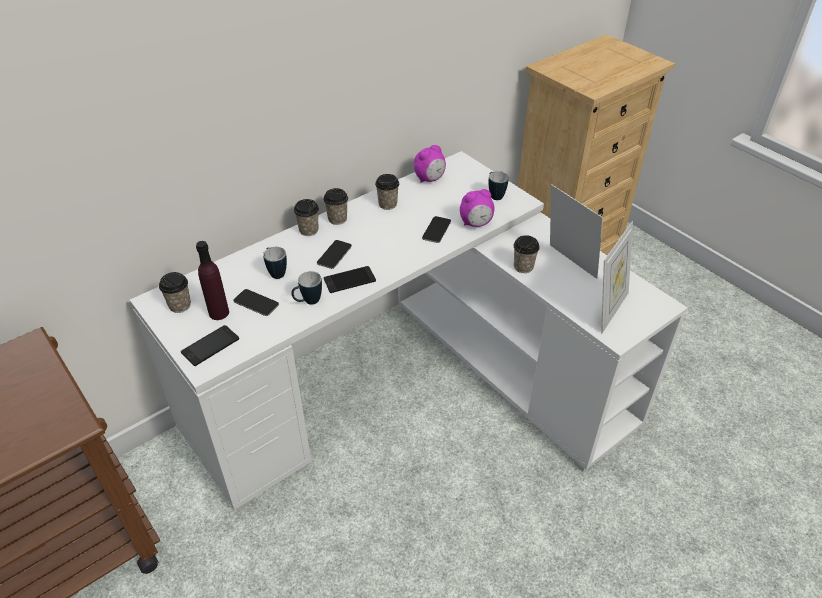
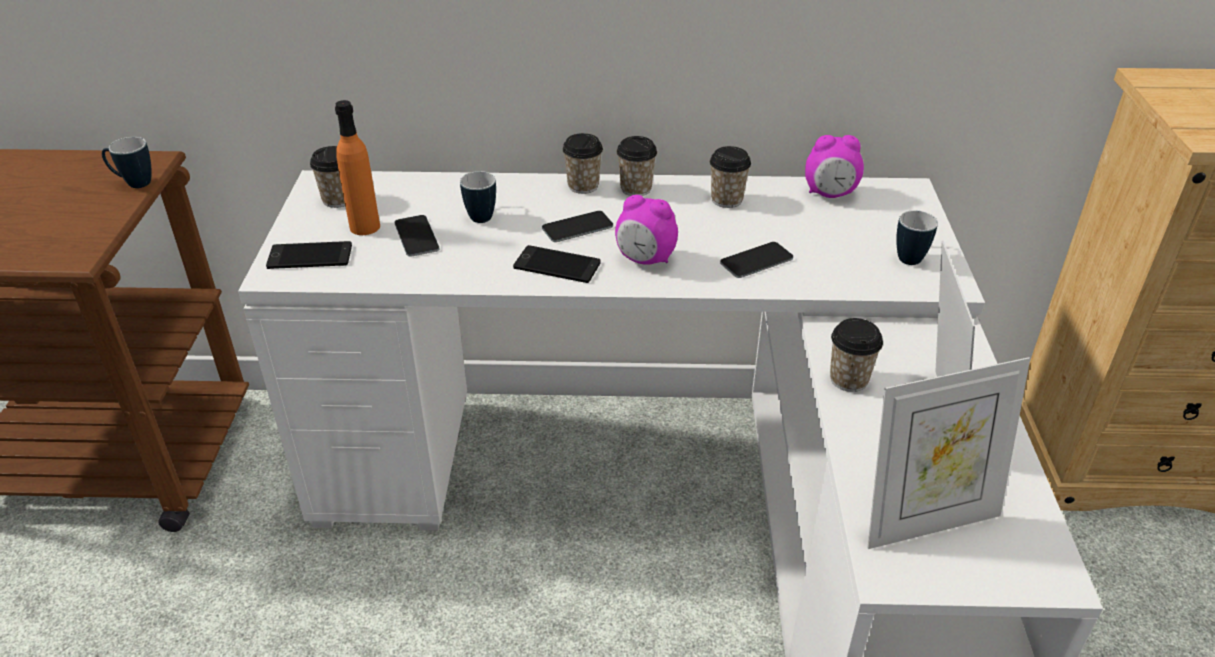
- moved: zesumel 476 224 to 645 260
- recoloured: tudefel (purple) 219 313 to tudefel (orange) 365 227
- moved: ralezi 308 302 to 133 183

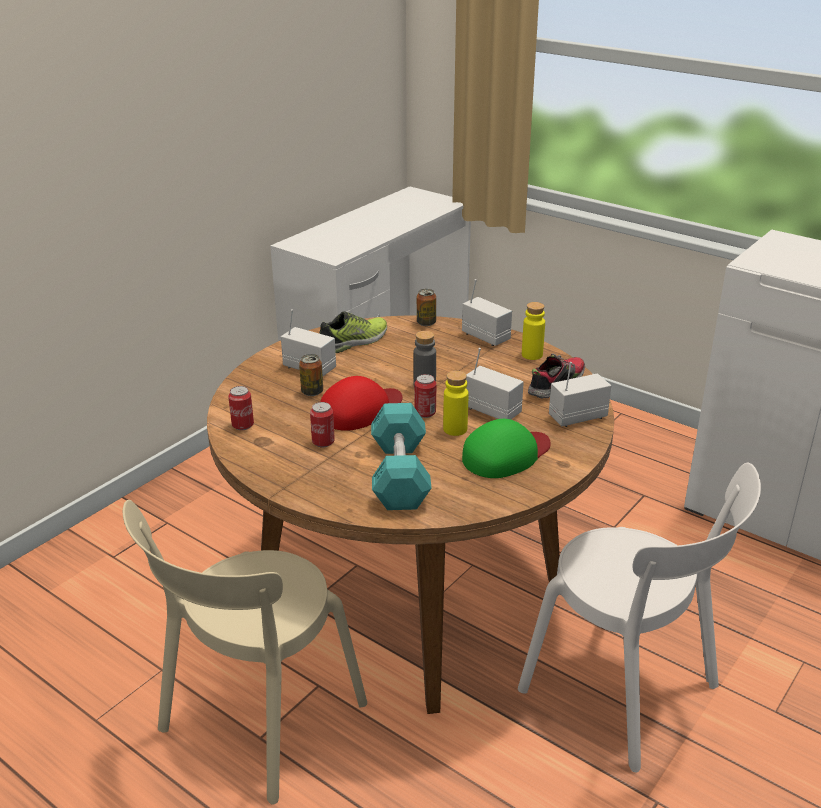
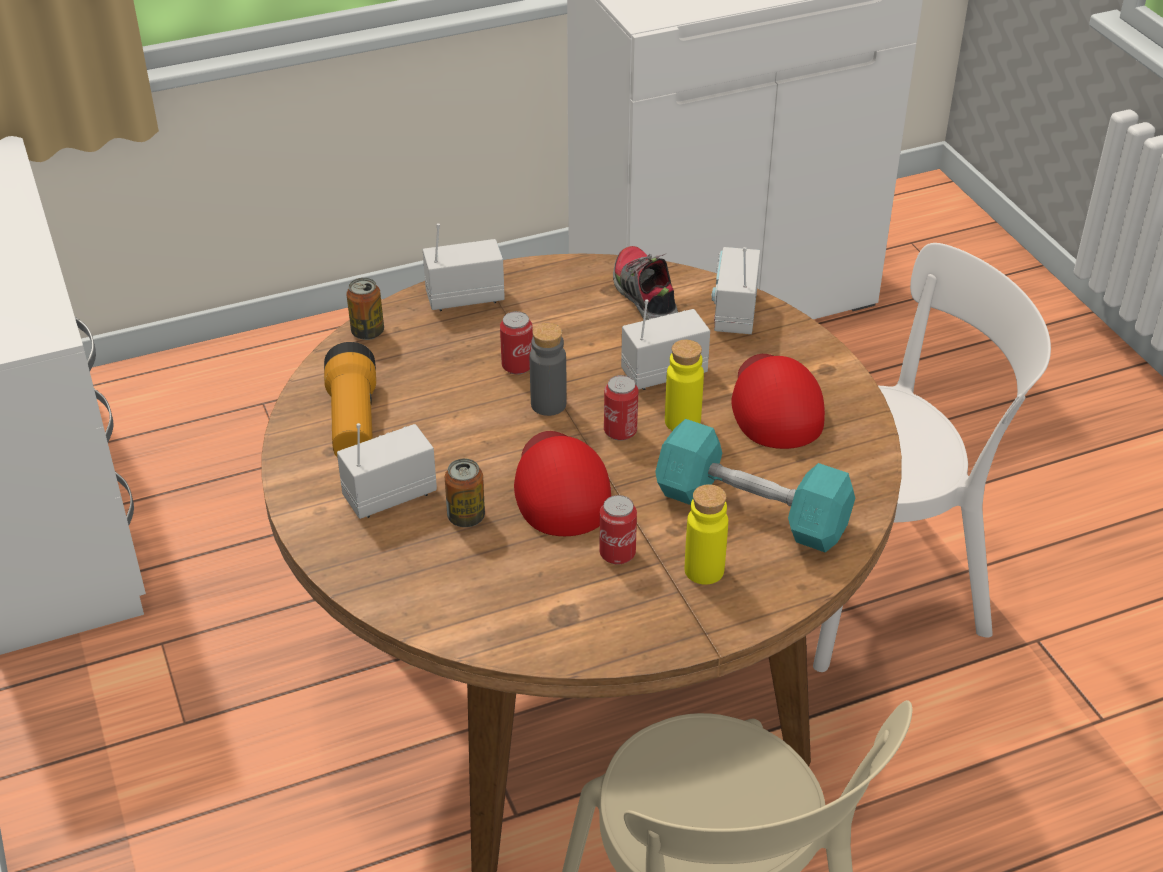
- moved: tudefel (yellow) 532 355 to 704 570
- replaced: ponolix 354 342 to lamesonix 353 422
- moved: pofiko 243 425 to 517 366
- recoloured: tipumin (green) 506 455 to tipumin (red) 775 404

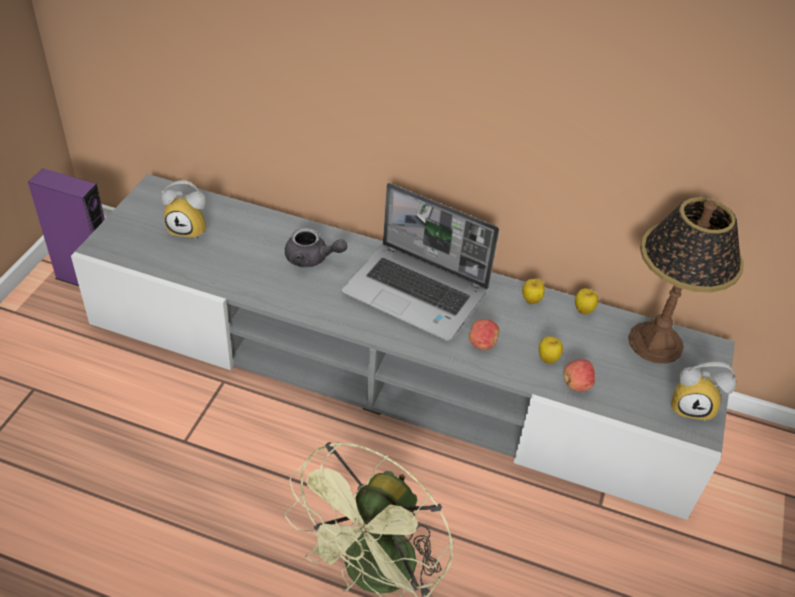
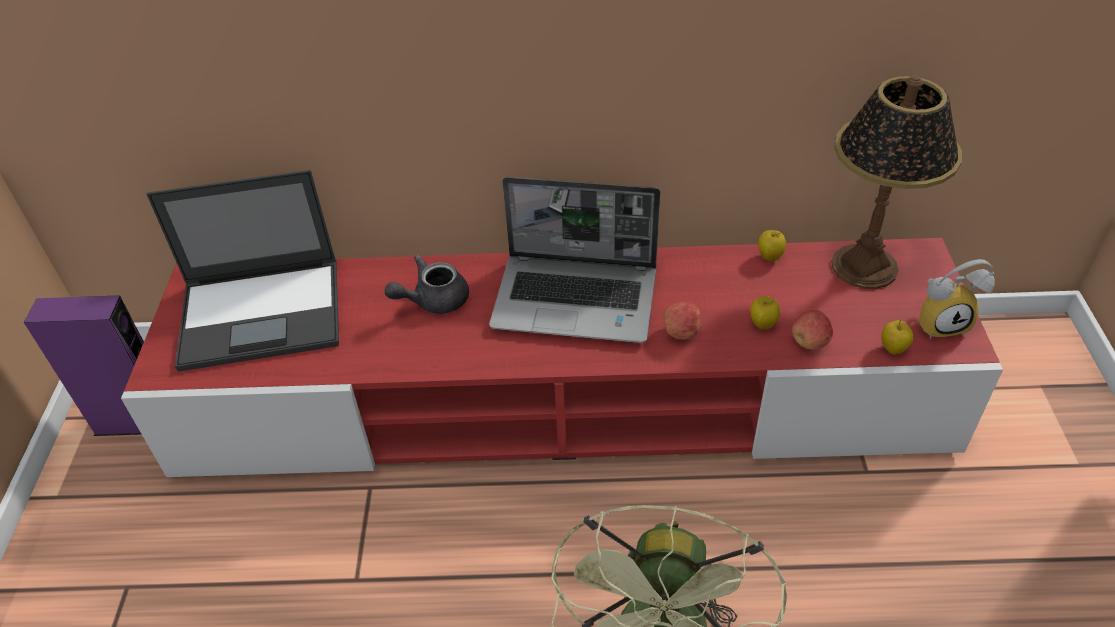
- recoloured: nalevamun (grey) 393 368 to nalevamun (red) 563 400
- replaced: zesumel 190 229 to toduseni 264 313
- turned: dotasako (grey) 312 259 = 433 300 150 degrees clockwise
- moved: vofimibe 531 300 to 892 349

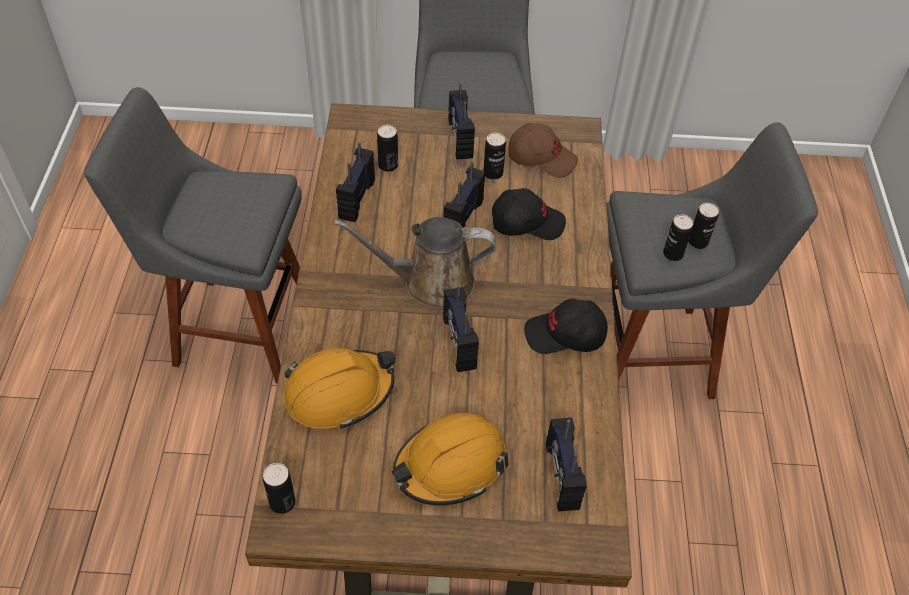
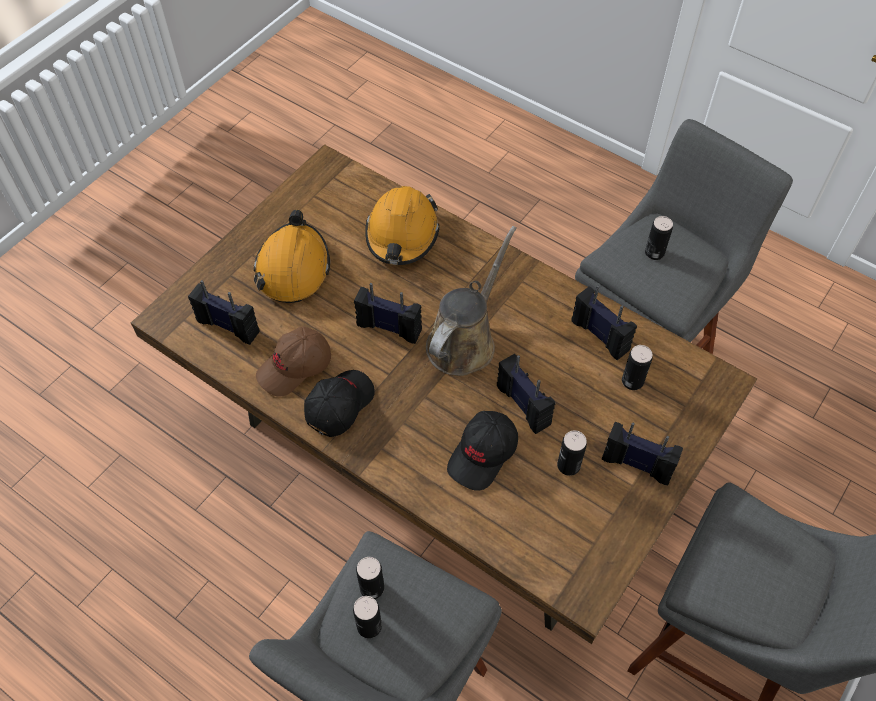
- moved: tipumin (brown) 541 158 to 295 367
- moved: pofiko 282 502 to 654 253

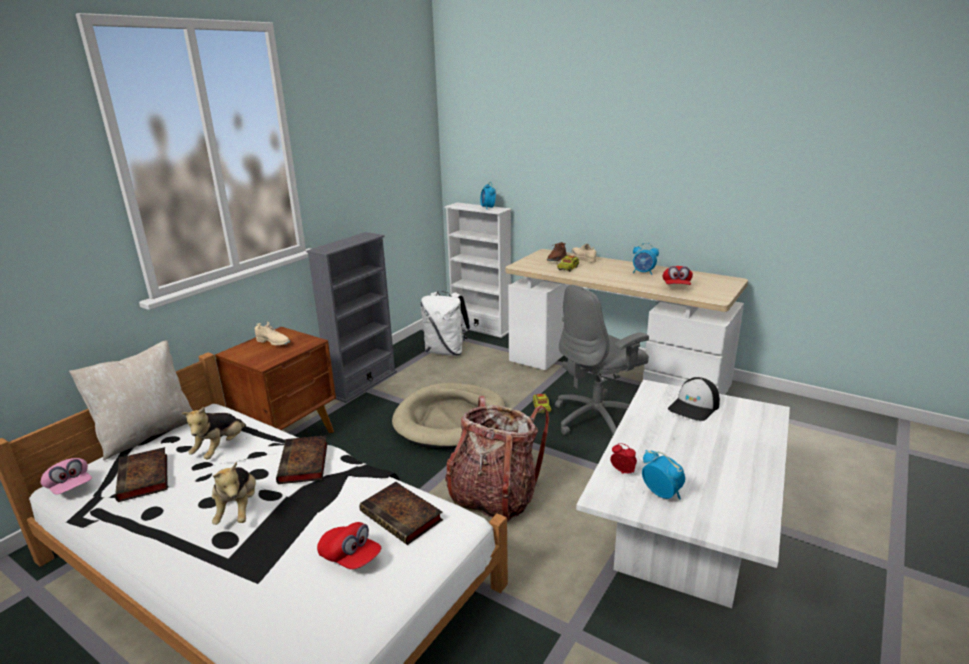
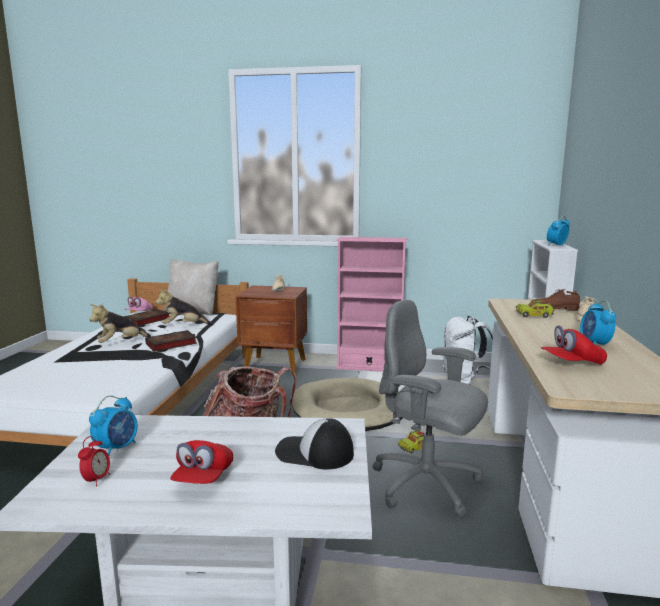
- recoloured: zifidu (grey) 363 384 to zifidu (pink) 369 367
- moved: zesumel 623 472 to 96 480
- removed: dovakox 403 517
- moved: tipumin (red) 350 557 to 203 478

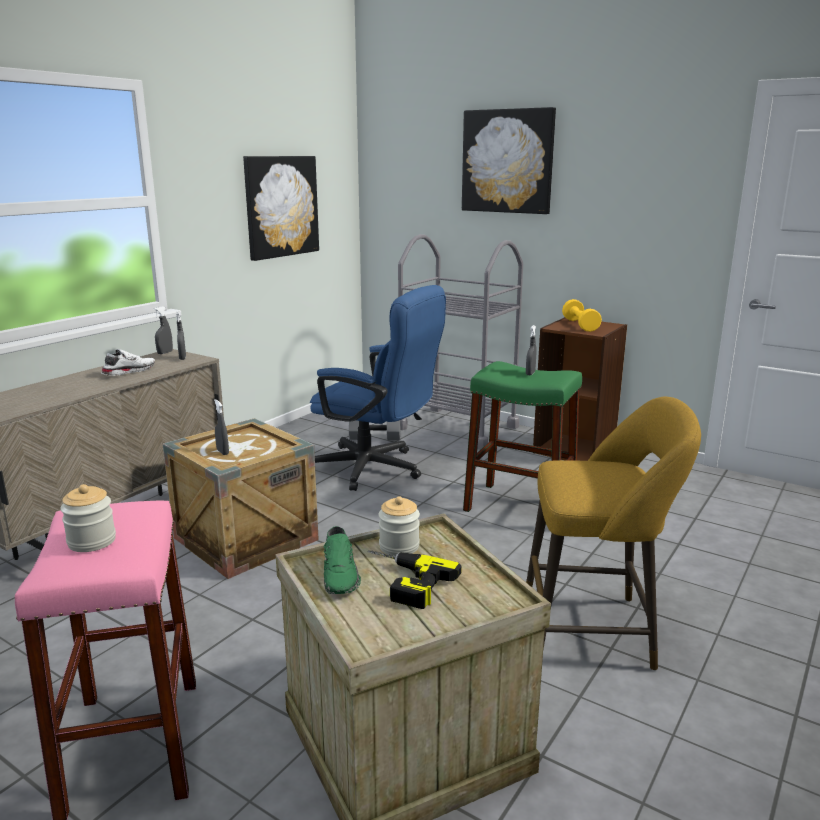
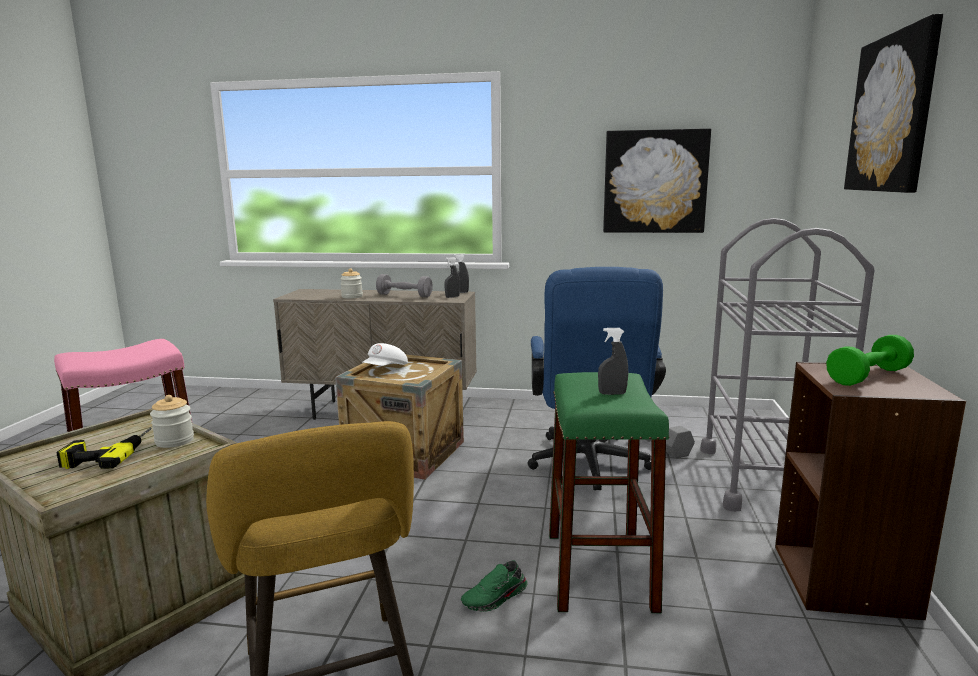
- recoloured: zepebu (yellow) 580 325 to zepebu (green) 868 376
- replaced: ponolix (white) 128 371 to zepebu (grey) 404 295
- replaced: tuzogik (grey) 222 452 to tipumin (white) 386 369
- moved: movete 92 541 to 352 297
- moved: ponolix (green) 341 575 to 495 598

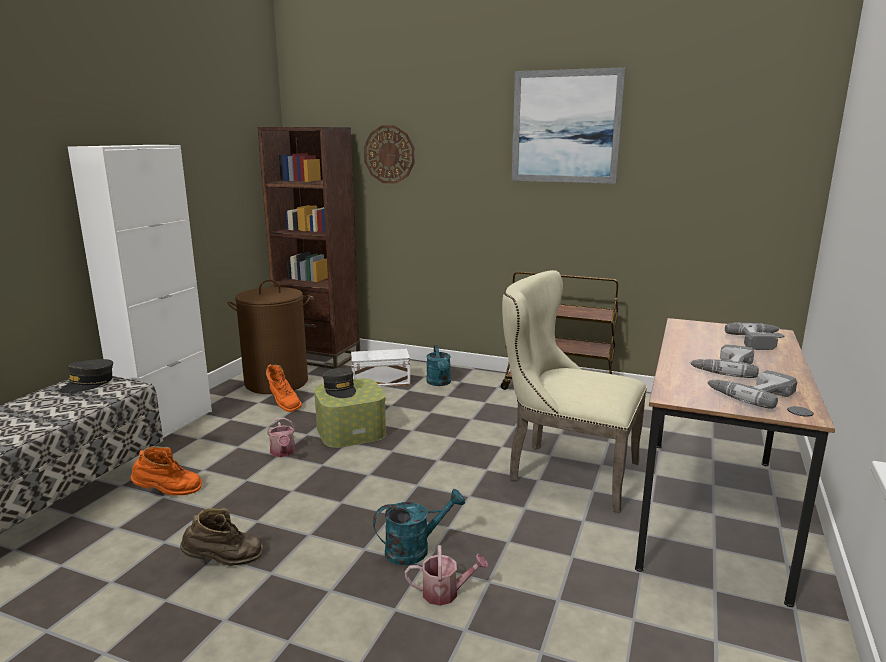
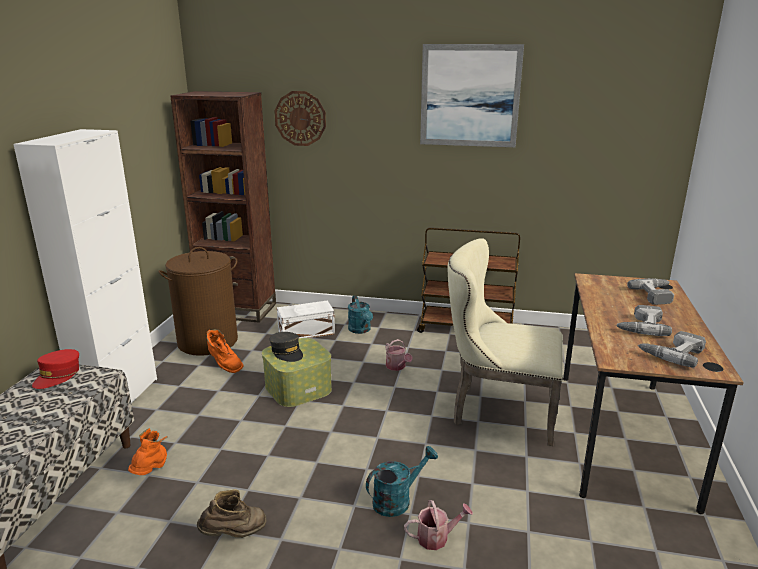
- recoloured: tipumin (grey) 89 384 to tipumin (red) 58 375
- moved: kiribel 283 453 to 397 367
- turned: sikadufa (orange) 168 493 = 152 471 60 degrees counterclockwise

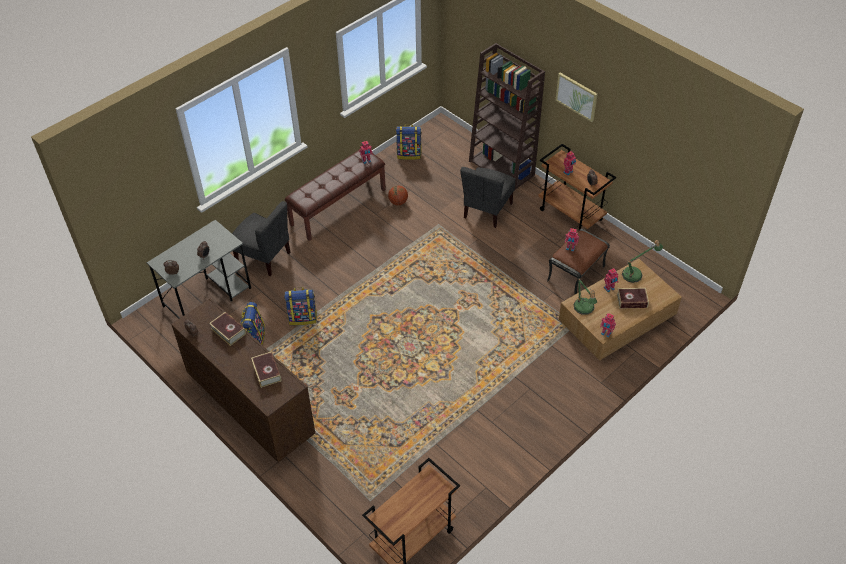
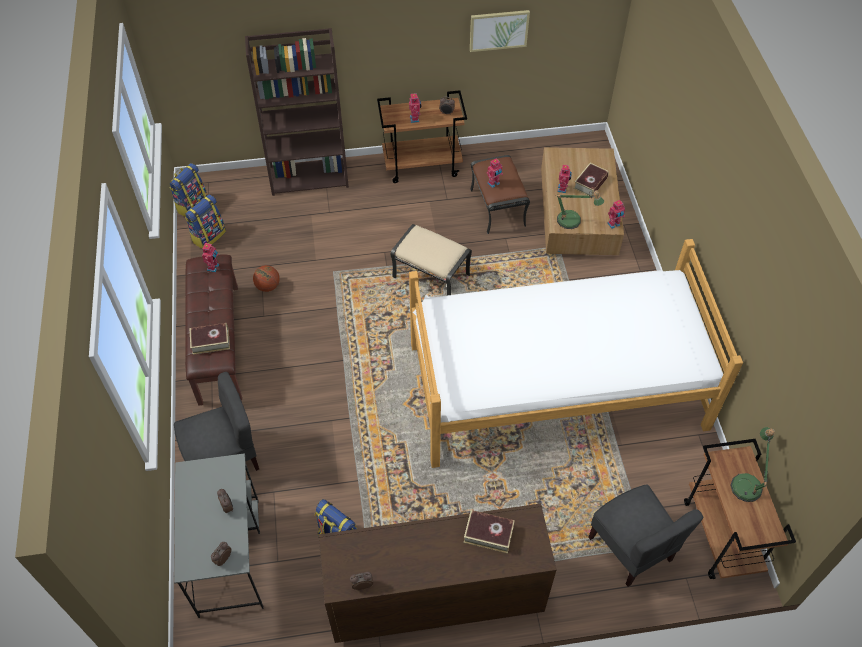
- moved: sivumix 576 96 to 498 30
- moved: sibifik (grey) 487 210 to 631 548
- moved: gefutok 635 274 to 747 482
- moved: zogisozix 303 317 to 192 205
- moved: dovakox 228 331 to 210 341
- added: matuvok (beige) 432 276
- added: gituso 556 386

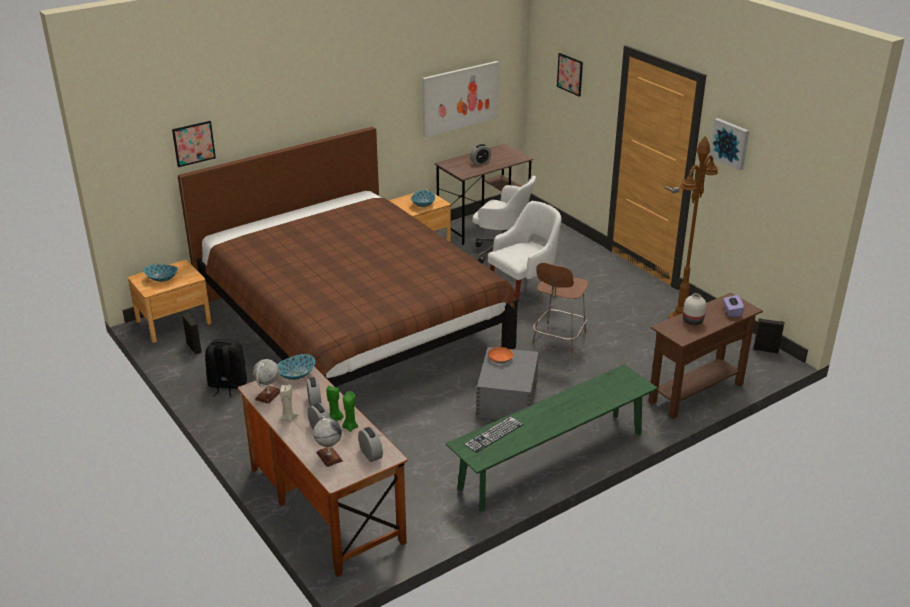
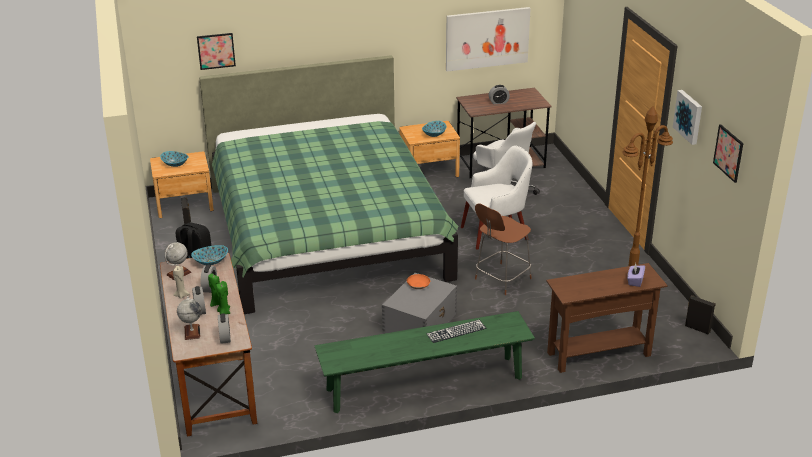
- moved: sivumix 570 74 to 728 153
- recoloured: gituso (brown) 350 325 to gituso (green) 325 233
- removed: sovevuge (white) 693 321
- moved: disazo 494 434 to 456 331

